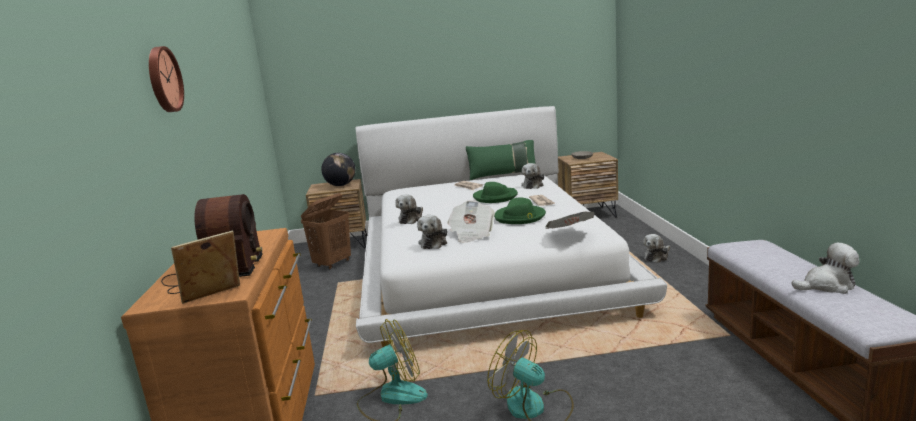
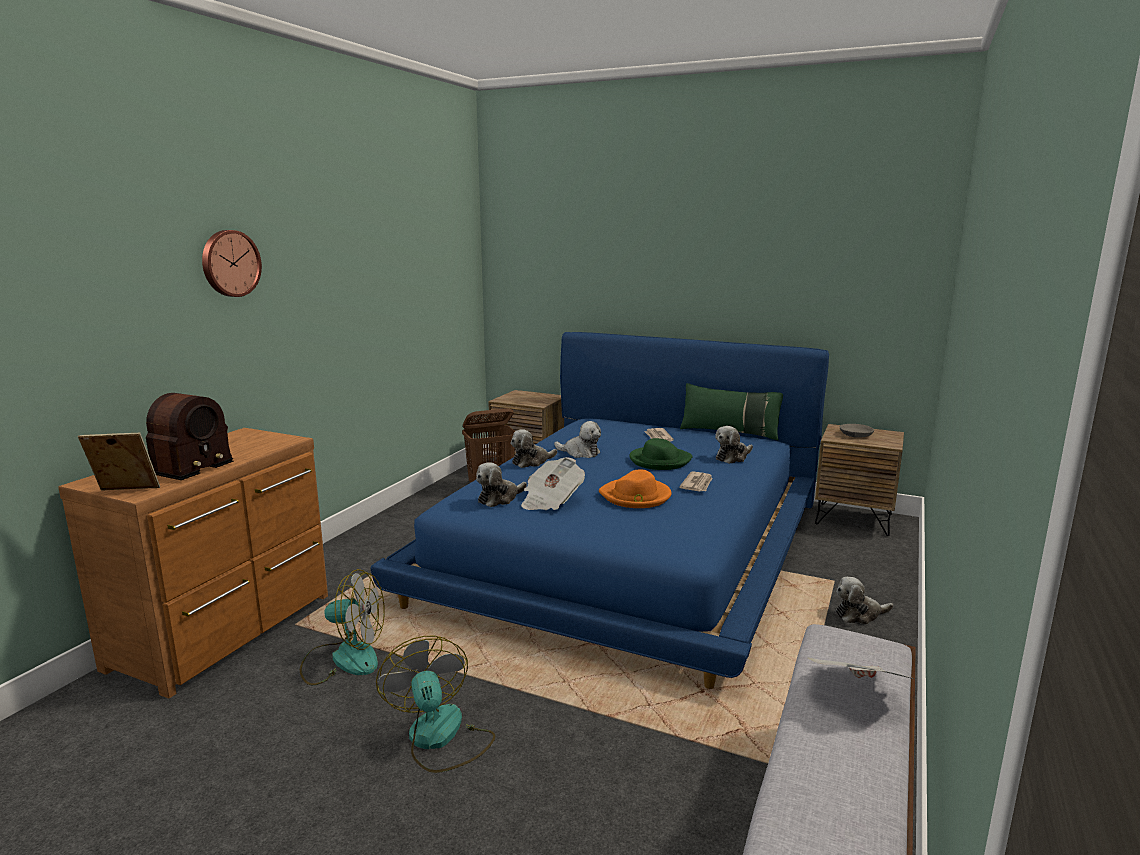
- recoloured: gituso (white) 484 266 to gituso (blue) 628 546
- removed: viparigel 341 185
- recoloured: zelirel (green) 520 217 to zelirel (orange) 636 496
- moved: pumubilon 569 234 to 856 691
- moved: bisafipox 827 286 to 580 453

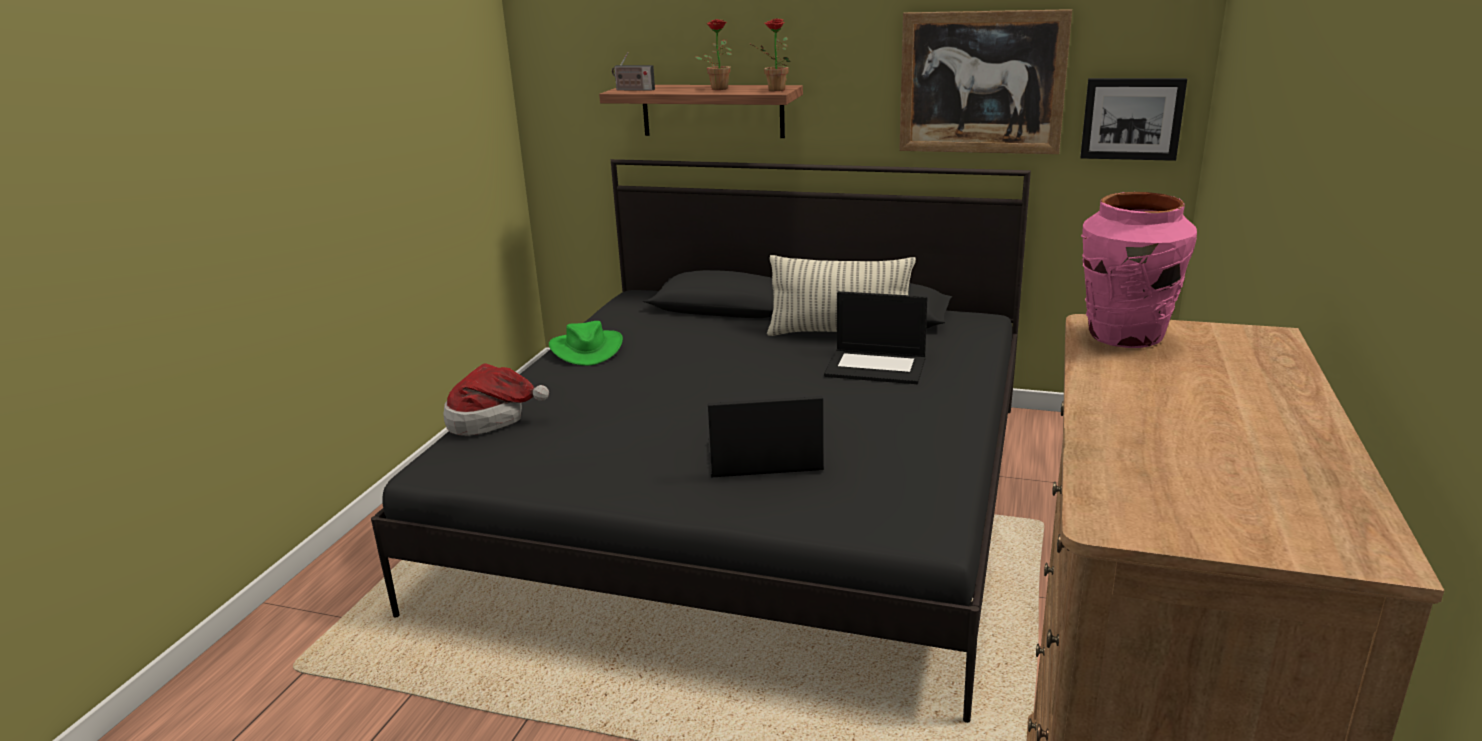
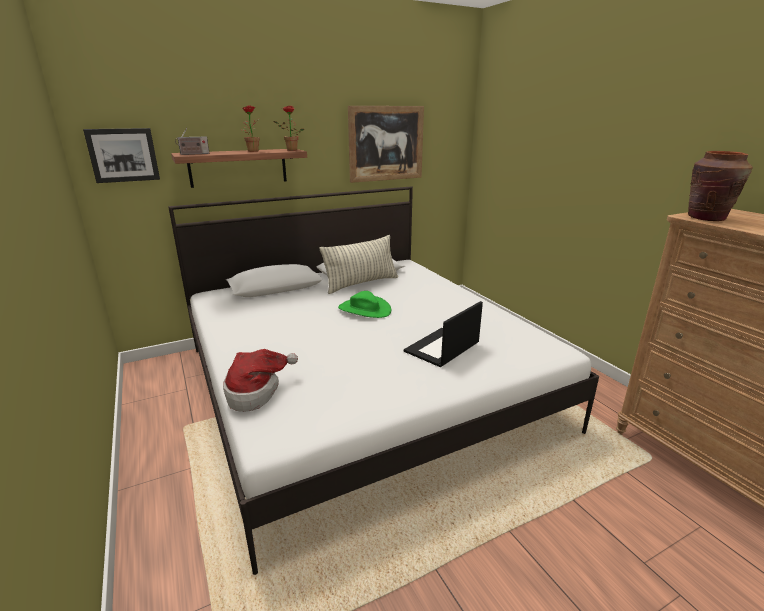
- moved: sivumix 1132 118 to 123 155
- recoloured: gituso (black) 751 498 to gituso (white) 362 386
- recoloured: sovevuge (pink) 1125 336 to sovevuge (brown) 707 218
- removed: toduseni 877 367
- moved: zelirel (green) 586 349 to 364 309

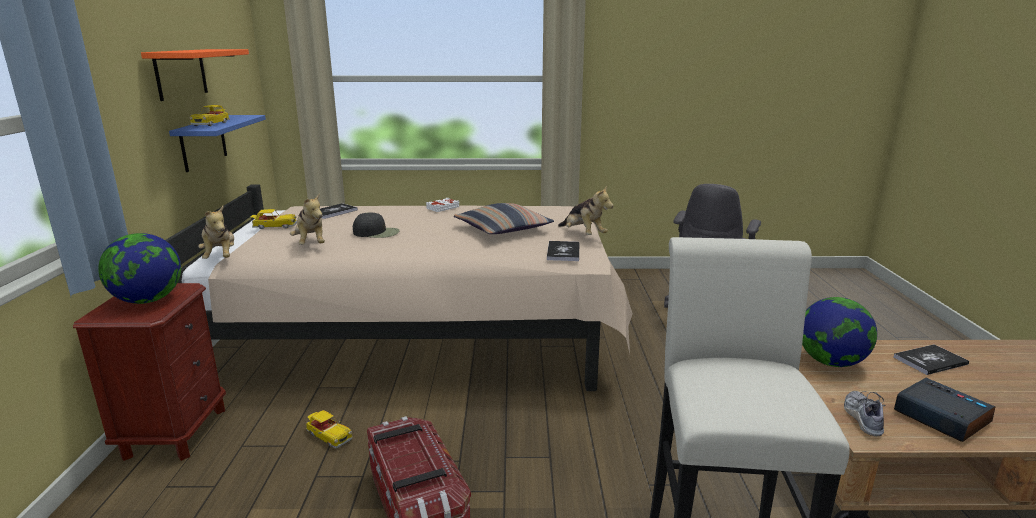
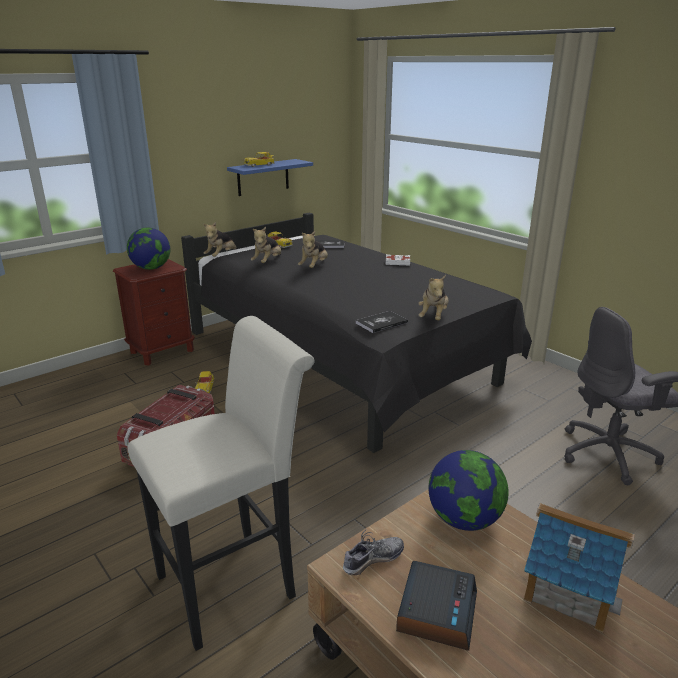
- removed: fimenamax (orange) 180 73
- recoloured: gituso (beige) 422 336 to gituso (black) 342 360
- removed: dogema 503 229
- replaced: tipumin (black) 377 232 to bisafipox 314 267
- replaced: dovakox 930 361 to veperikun 568 587

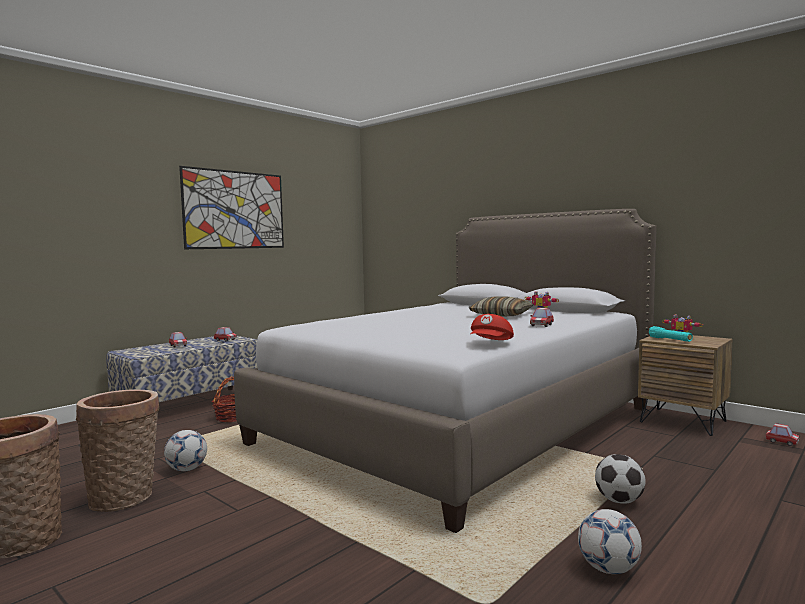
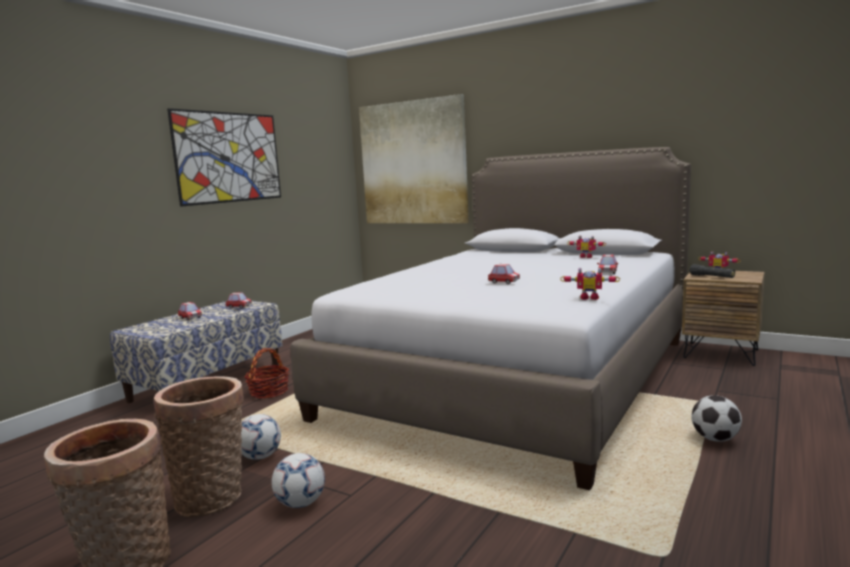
- removed: dogema 501 315
- replaced: tipumin (red) 491 343 to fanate 589 298
- recoloured: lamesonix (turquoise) 670 340 to lamesonix (black) 711 277
- moved: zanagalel 782 442 to 504 282
- moved: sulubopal 608 569 to 300 503
- added: sivumix 413 163

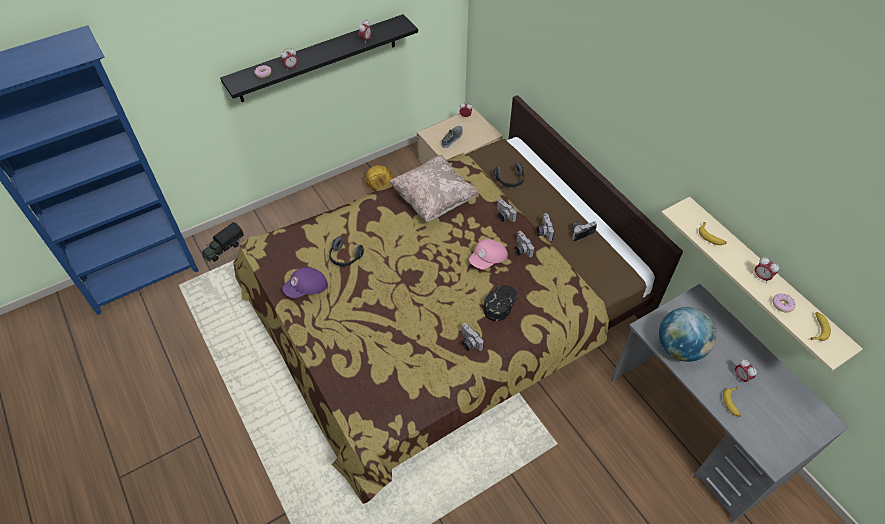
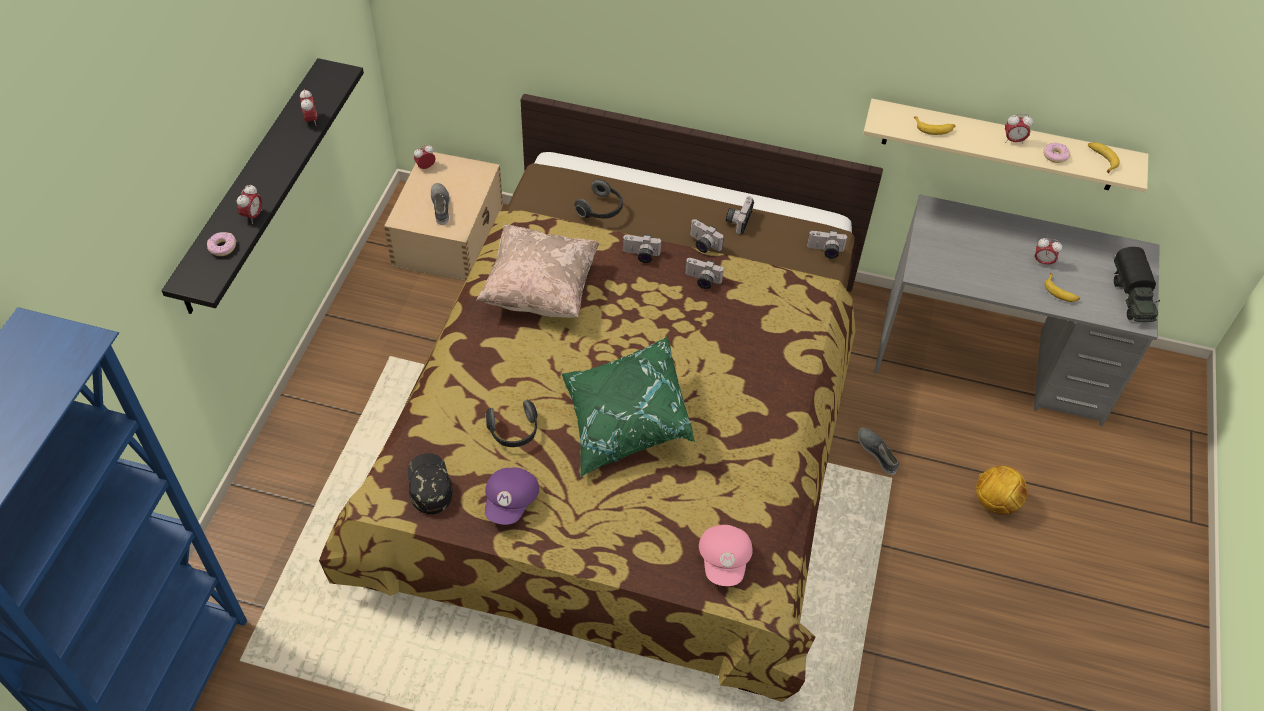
- moved: sulubopal 379 187 to 994 502
- moved: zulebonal 224 248 to 1131 297
- moved: tipumin (pink) 488 260 to 725 560
- moved: tipumin (black) 499 303 to 428 485
- removed: viparigel 679 348
- moved: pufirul 468 343 to 825 251
- added: dogema (green) 624 422
- added: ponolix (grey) 877 452

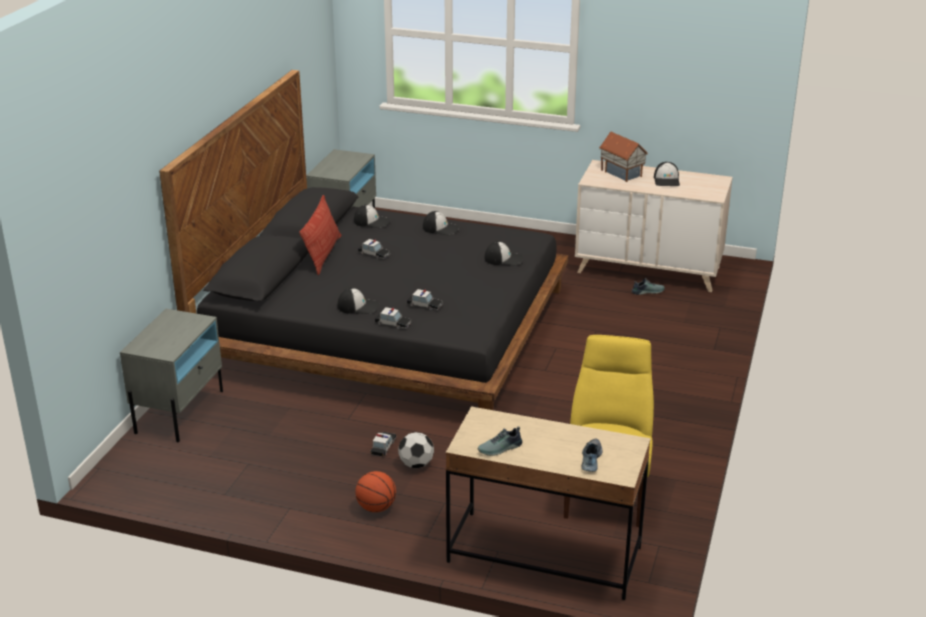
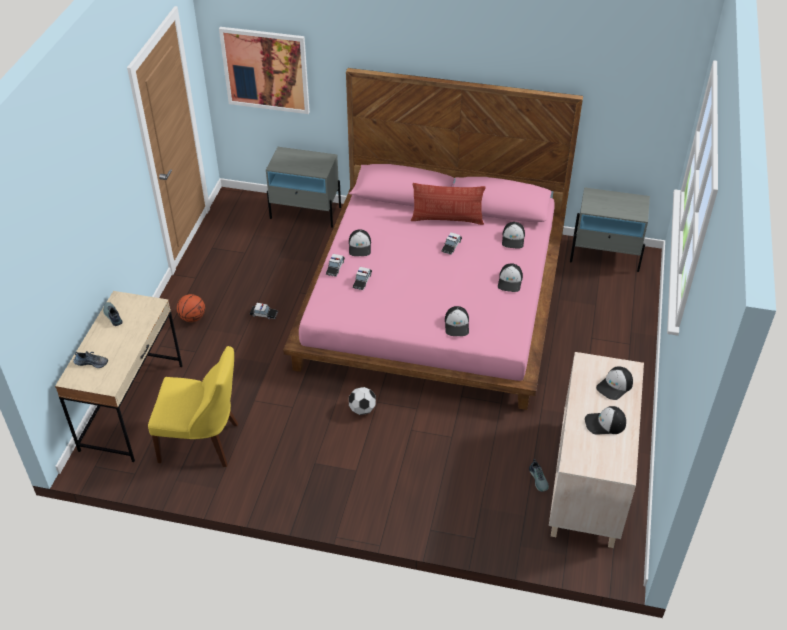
- recoloured: gituso (black) 387 328 to gituso (pink) 433 299
- replaced: veperikun 622 172 to tipumin 615 386
- moved: sulubopal 416 464 to 362 410
- added: sivumix 266 70

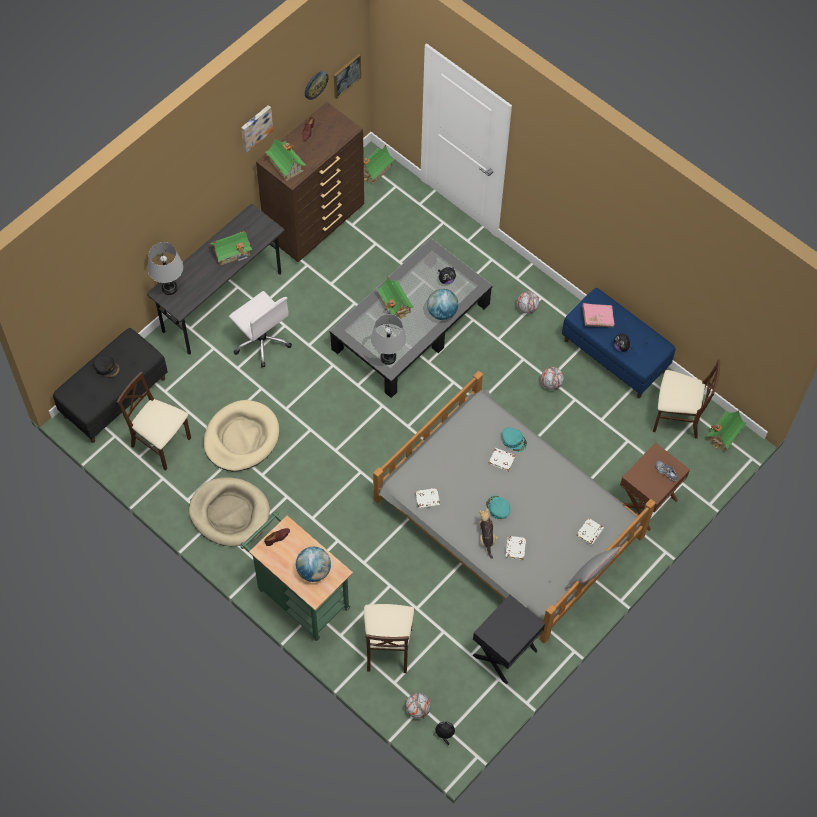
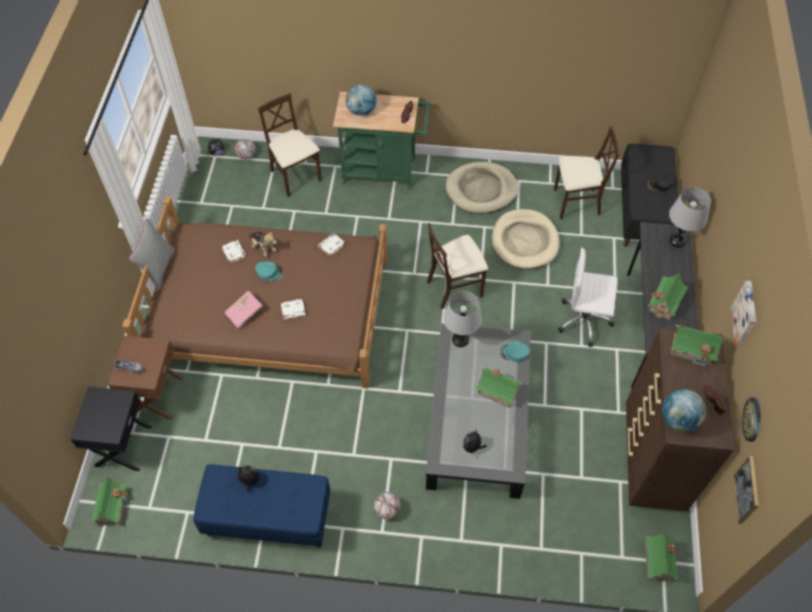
- moved: viparigel 442 312 to 678 419
- moved: dovakox (pink) 597 318 to 244 313
- moved: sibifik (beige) 677 418 to 455 287
- removed: sulubopal 551 383
- recoloured: gituso (grey) 507 517 to gituso (brown) 270 311
- moved: tipumin (turquoise) 514 440 to 514 353
- removed: dovakox (white) 590 532
- moved: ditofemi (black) 505 653 to 122 446

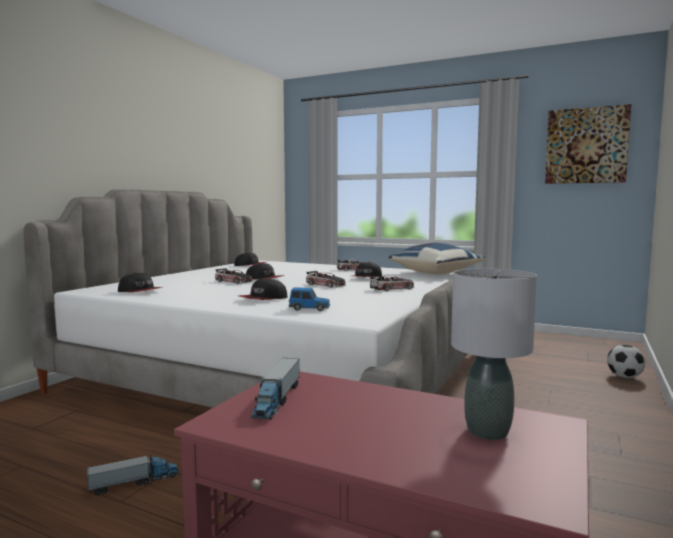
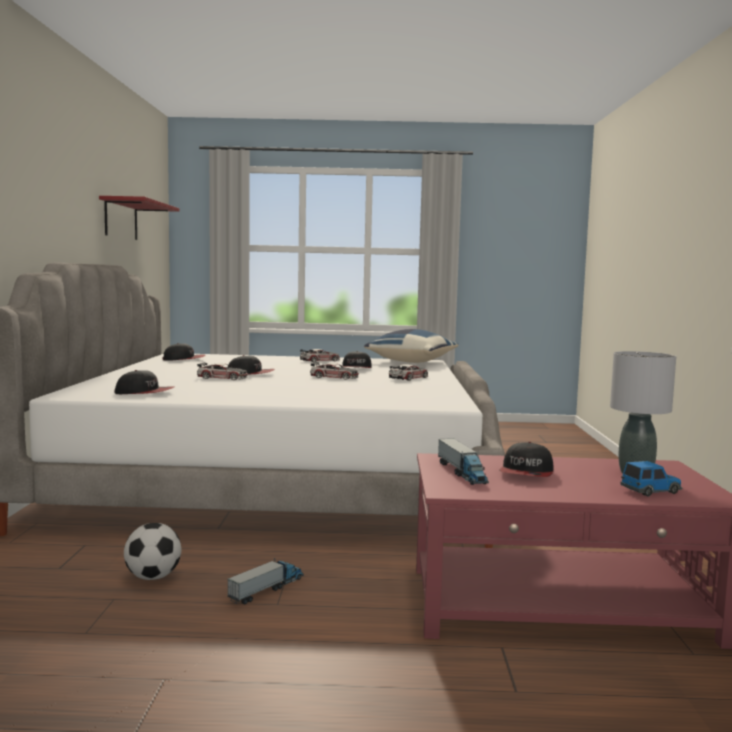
- removed: sivumix 586 146
- moved: tipumin 263 299 to 527 473
- moved: zanagalel 309 309 to 651 491
- moved: sulubopal 624 377 to 153 577
- added: fimenamax (red) 121 219

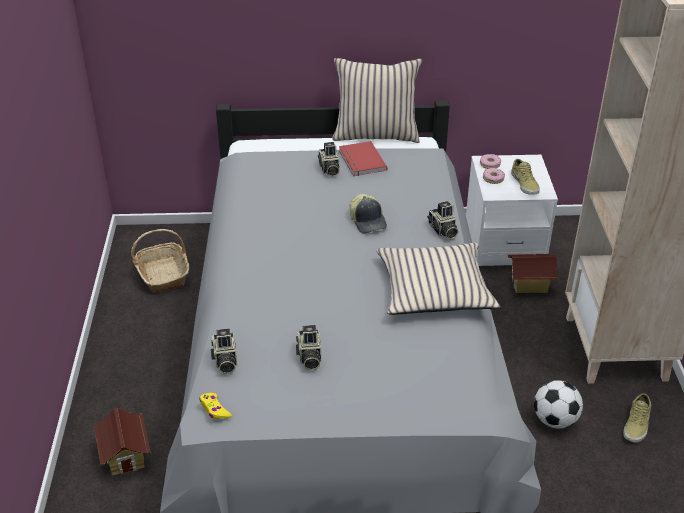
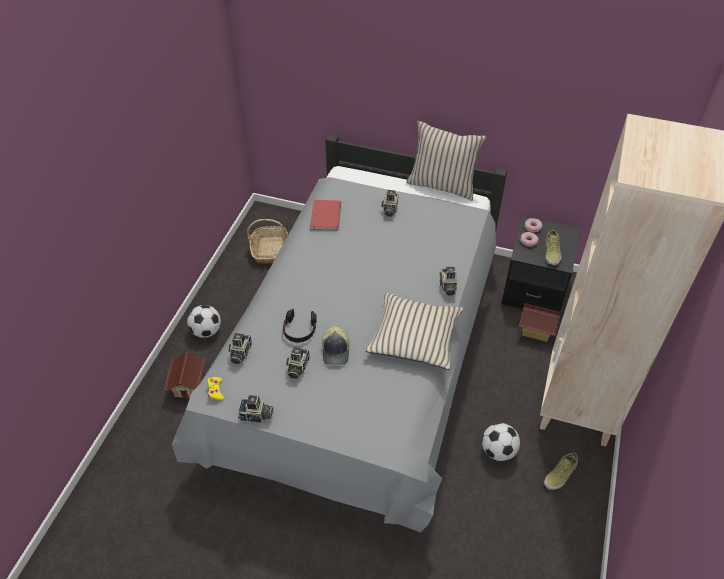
- moved: dovakox (red) 361 161 to 324 216
- recoloured: ditofemi (white) 504 242 to ditofemi (black) 534 288
- moved: tipumin 368 221 to 336 350
- added: sulubopal 206 331
- added: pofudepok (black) 299 329
- added: pufirul 256 416

